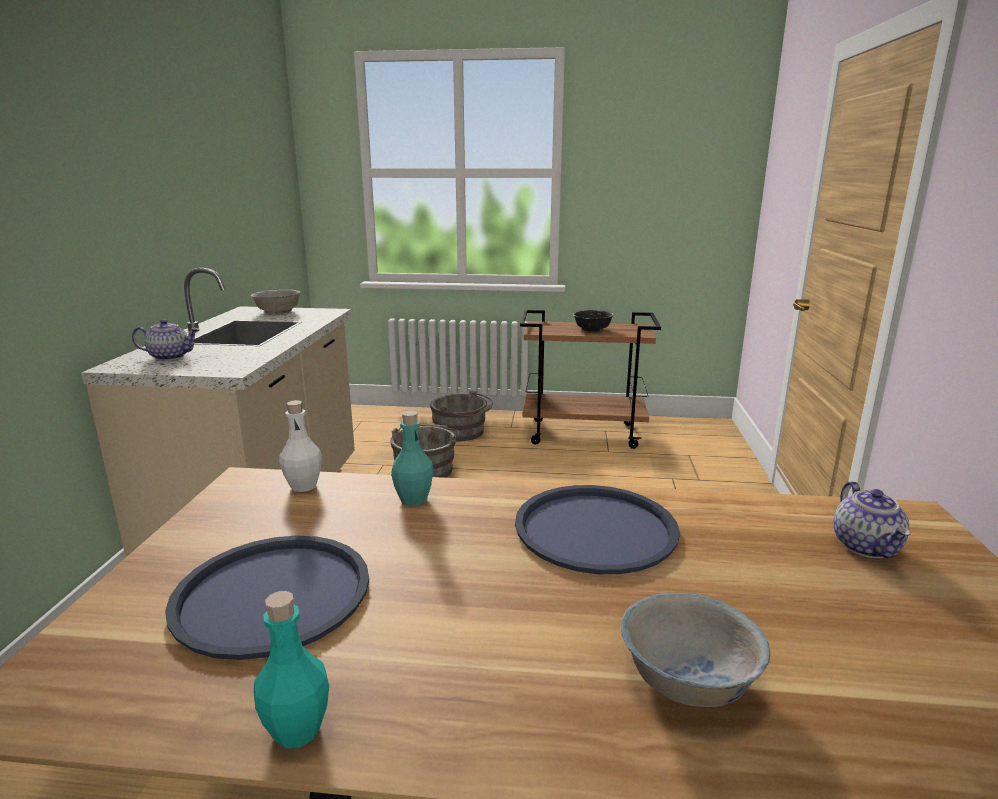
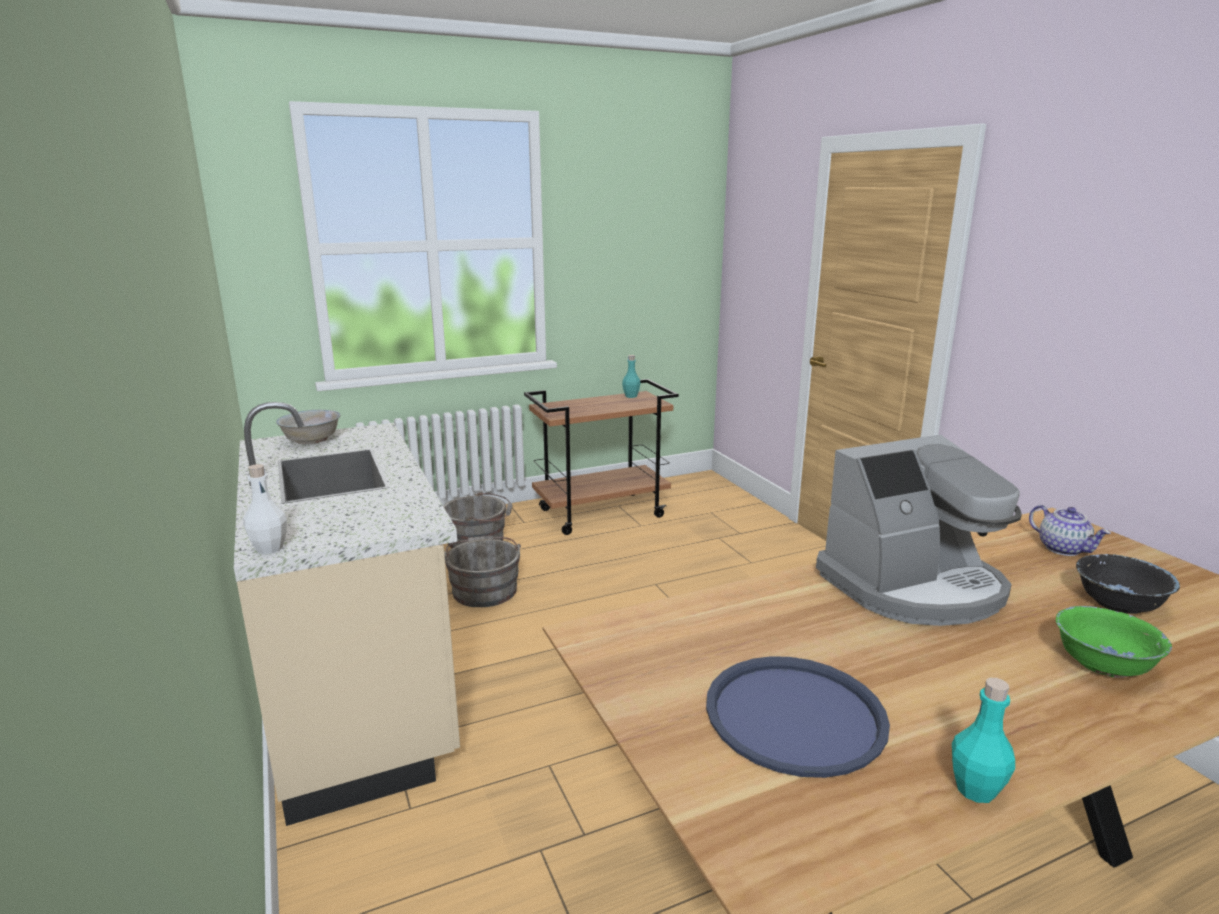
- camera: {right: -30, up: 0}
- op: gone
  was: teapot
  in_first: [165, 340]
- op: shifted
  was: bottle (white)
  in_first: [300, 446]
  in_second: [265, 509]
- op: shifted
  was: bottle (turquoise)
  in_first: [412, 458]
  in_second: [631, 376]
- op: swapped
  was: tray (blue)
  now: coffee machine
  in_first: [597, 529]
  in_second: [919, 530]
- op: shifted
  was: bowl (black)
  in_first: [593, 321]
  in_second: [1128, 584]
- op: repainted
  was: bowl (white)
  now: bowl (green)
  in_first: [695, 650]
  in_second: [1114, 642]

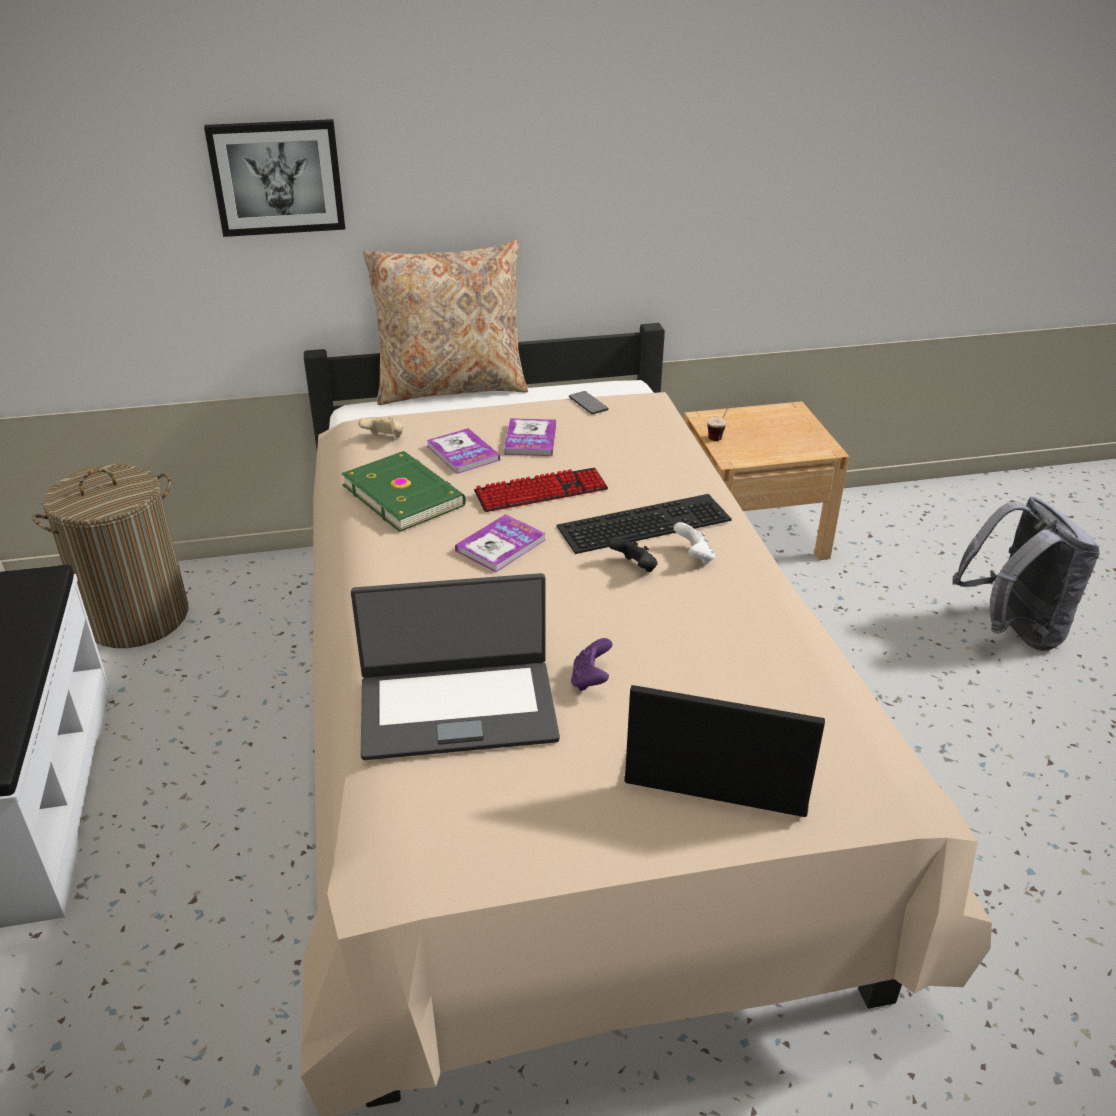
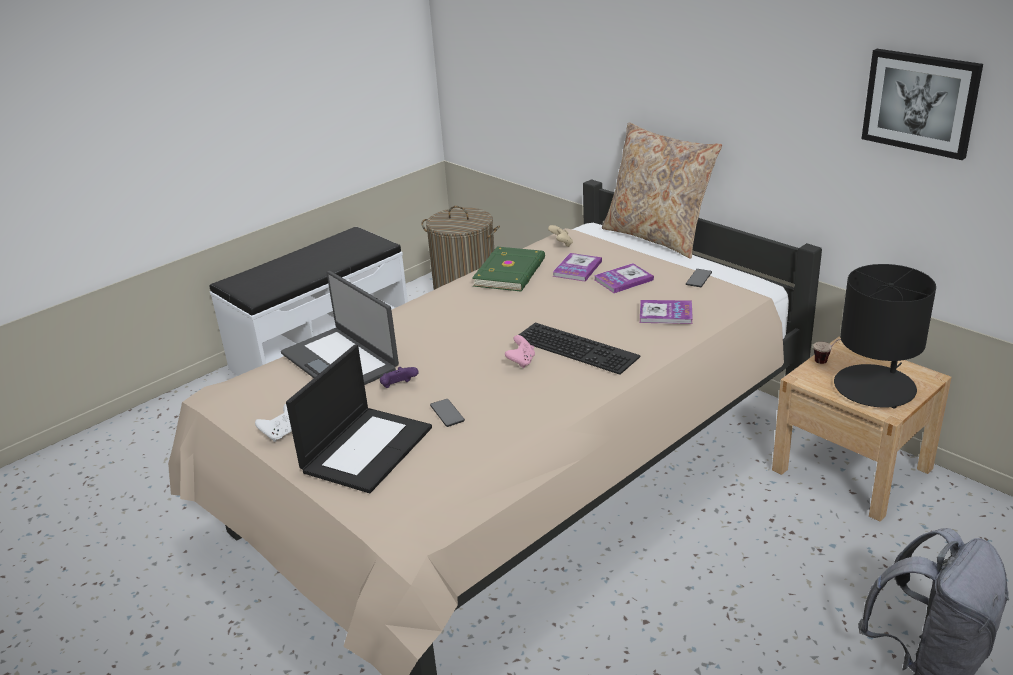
- camera: {right: 60, up: -5}
- op: shifted
  was: picture
  in_first: [274, 178]
  in_second: [922, 104]
- op: shifted
  was: book
  in_first: [500, 543]
  in_second: [666, 312]
- op: gone
  was: keyboard
  in_first: [541, 490]
- op: repainted
  was: game controller (black)
  now: game controller (pink)
  in_first: [632, 554]
  in_second: [520, 351]
- op: rotated
  was: laptop
  in_first: [724, 751]
  in_second: [359, 419]
  clockwise: 45
- op: shifted
  was: game controller (white)
  in_first: [694, 543]
  in_second: [273, 423]
- op: new
  now: phone
  in_second: [447, 413]
- op: new
  now: table lamp (black)
  in_second: [885, 336]

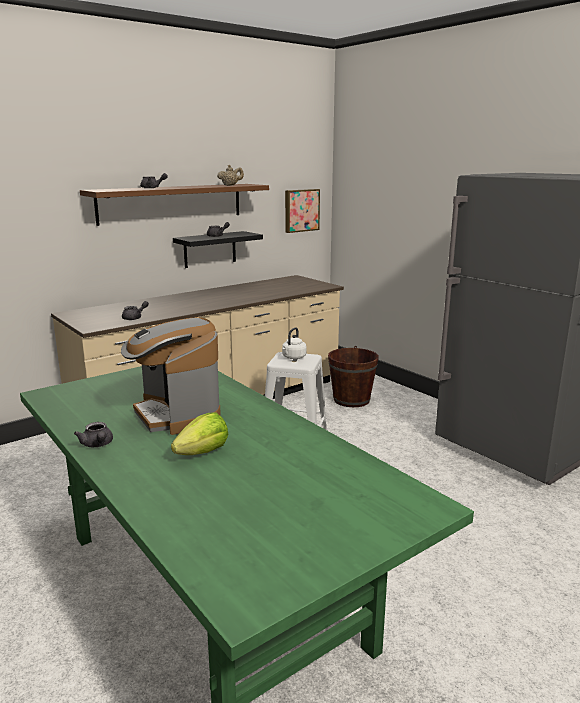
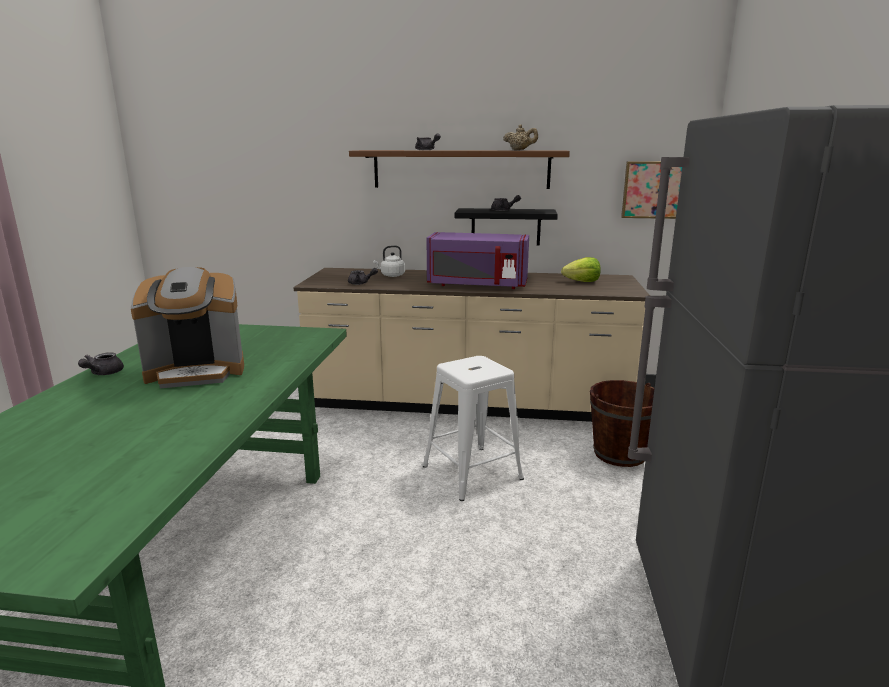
- camera: {right: 45, up: 0}
- op: rotated
  was: coffee machine
  in_first: [171, 376]
  in_second: [187, 327]
  clockwise: -120
- op: shifted
  was: lettuce
  in_first: [199, 433]
  in_second: [581, 269]
- op: shifted
  was: kettle (white)
  in_first: [294, 343]
  in_second: [389, 261]
- op: new
  now: microwave (purple)
  in_second: [478, 260]

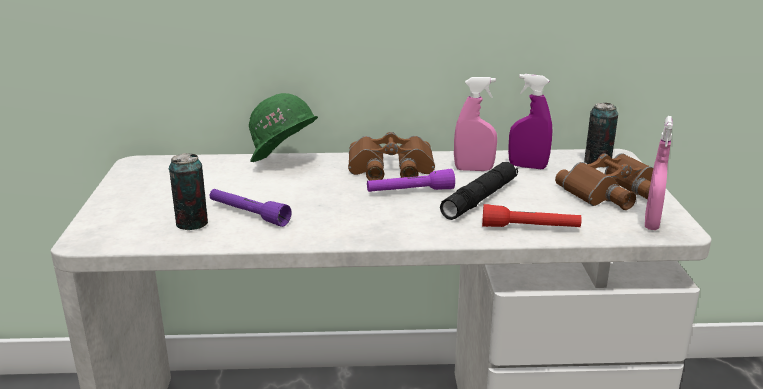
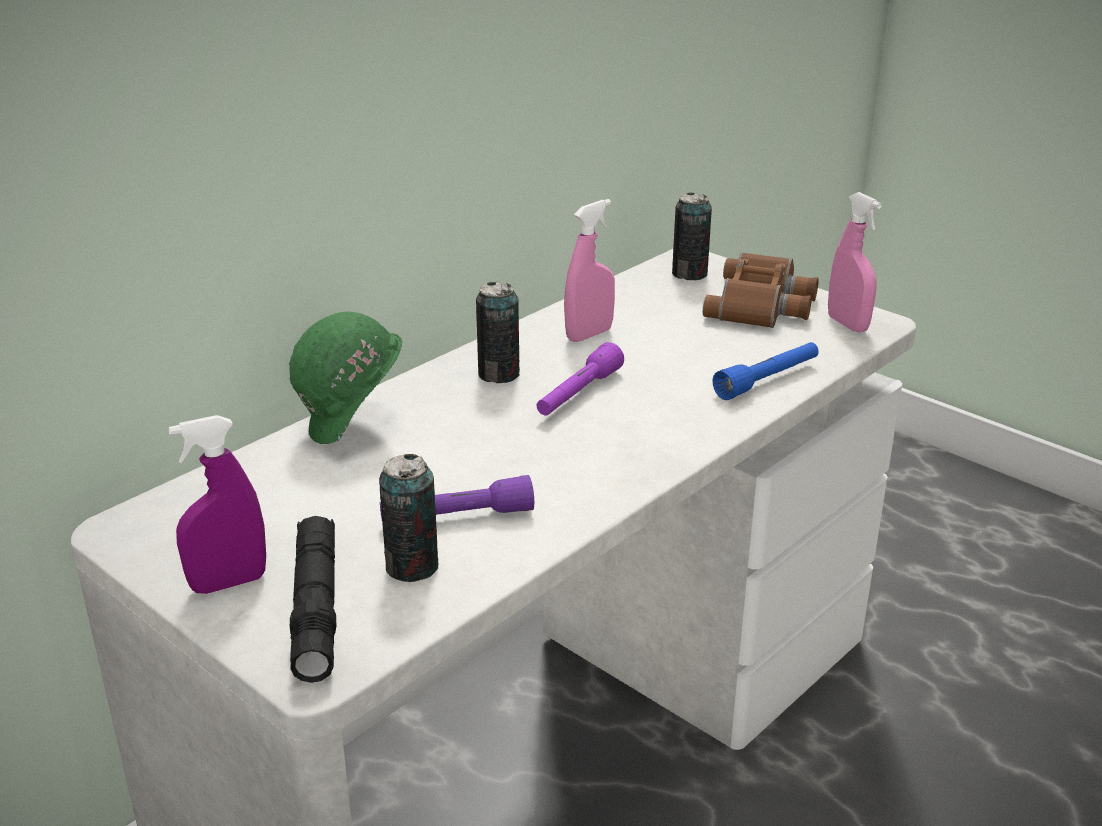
- camera: {right: -45, up: 5}
- op: swapped
  was: binoculars (brown)
  now: can
  in_first: [391, 156]
  in_second: [498, 332]
- op: shifted
  was: flashlight (black)
  in_first: [479, 191]
  in_second: [313, 599]
- op: repainted
  was: flashlight (red)
  now: flashlight (blue)
  in_first: [531, 215]
  in_second: [766, 371]
- op: shifted
  was: spray bottle (purple)
  in_first: [530, 121]
  in_second: [217, 504]

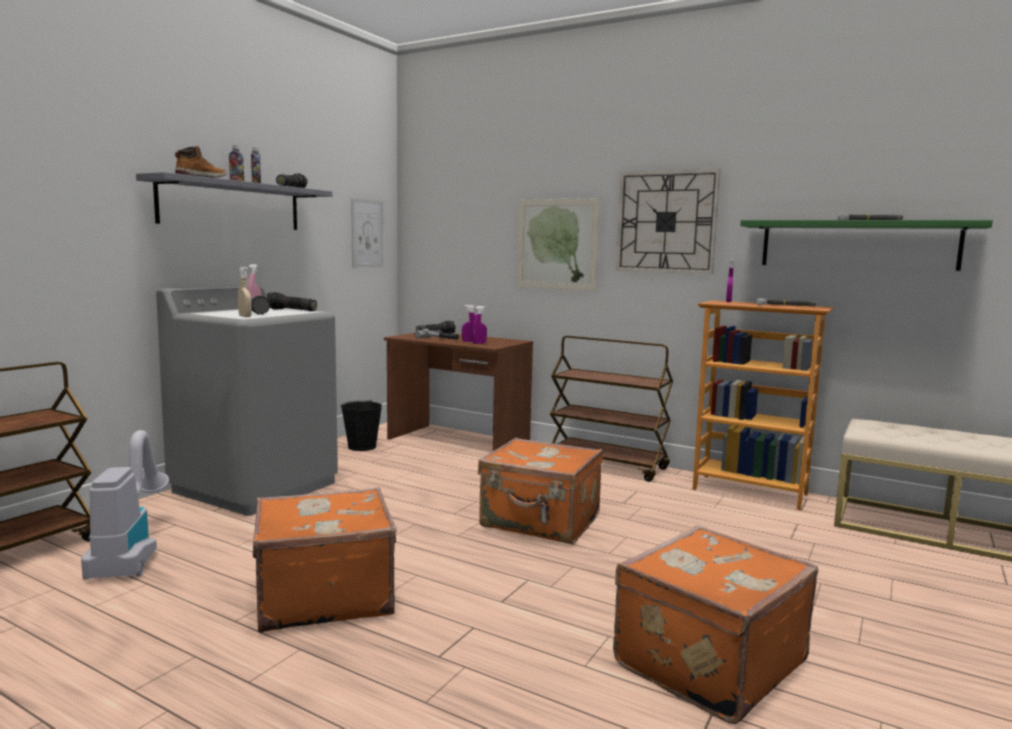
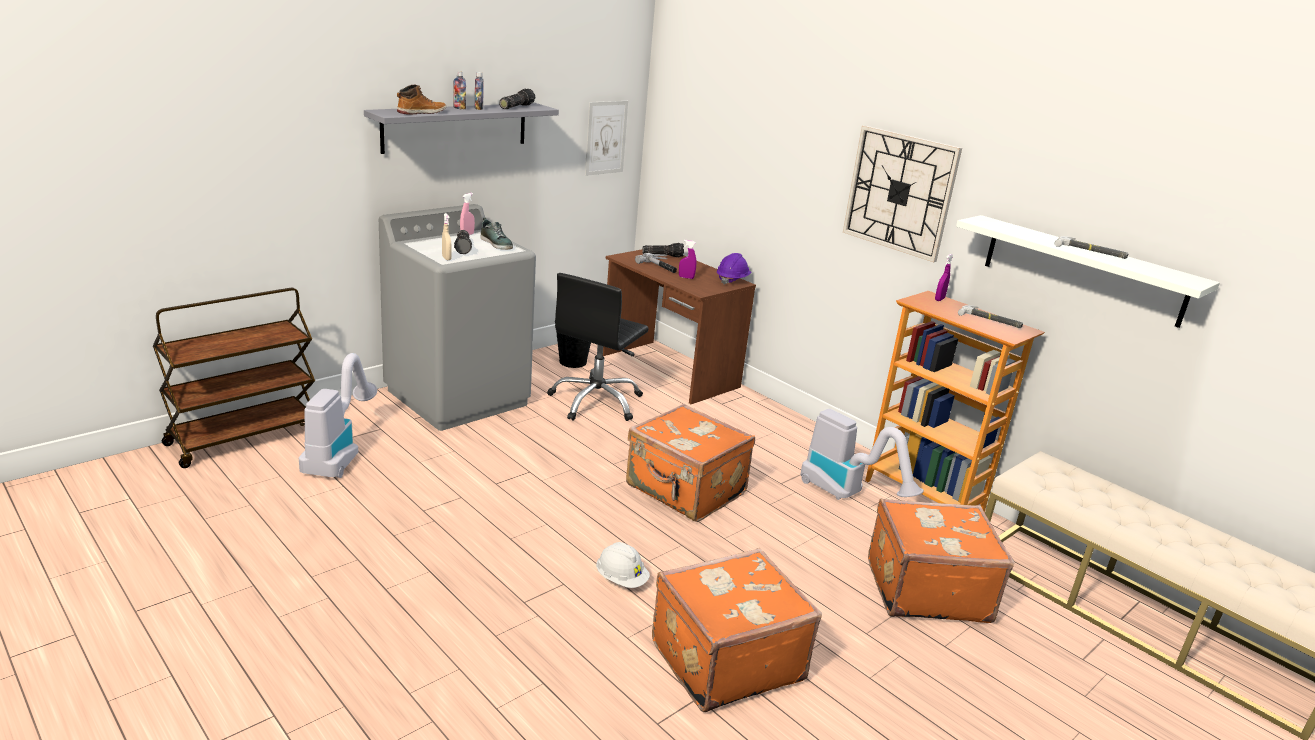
- camera: {right: 15, up: 15}
- op: shifted
  was: suitcase (orange)
  in_first: [325, 560]
  in_second: [941, 561]
- op: swapped
  was: flashlight
  now: shoe
  in_first: [292, 301]
  in_second: [497, 234]
- op: gone
  was: spray bottle (purple)
  in_first: [479, 325]
- op: gone
  was: picture
  in_first: [558, 244]
- op: gone
  was: cart (brown)
  in_first: [611, 409]
- op: repainted
  was: shelf (green)
  now: shelf (white)
  in_first: [866, 245]
  in_second: [1088, 271]
- op: new
  now: office chair (black)
  in_second: [598, 347]
- op: new
  now: hard hat (white)
  in_second: [623, 565]
- op: new
  now: hard hat (purple)
  in_second: [734, 269]
- op: new
  now: vacuum cleaner
  in_second: [862, 454]

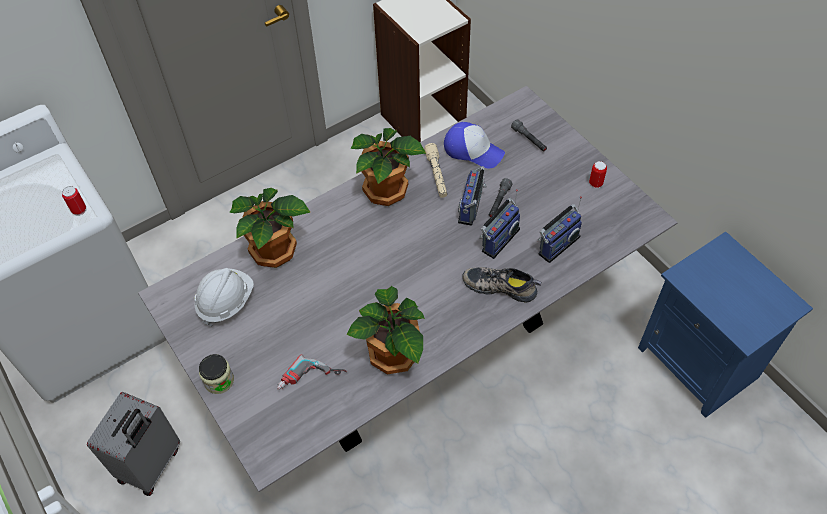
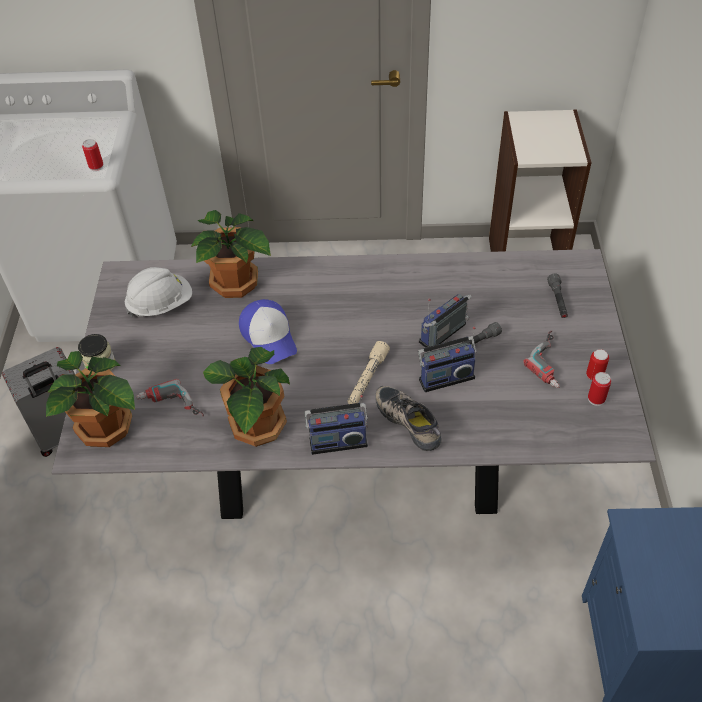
- camera: {right: 35, up: -5}
- op: shifted
  was: potted plant
  in_first: [388, 167]
  in_second: [90, 399]
- op: shifted
  was: flashlight (beige)
  in_first: [435, 170]
  in_second: [368, 372]
- op: shifted
  was: cap
  in_first: [474, 145]
  in_second: [268, 331]
- op: shifted
  was: radio
  in_first: [560, 229]
  in_second: [336, 425]
- op: new
  now: power drill
  in_second: [541, 359]
- op: new
  now: can
  in_second: [599, 389]

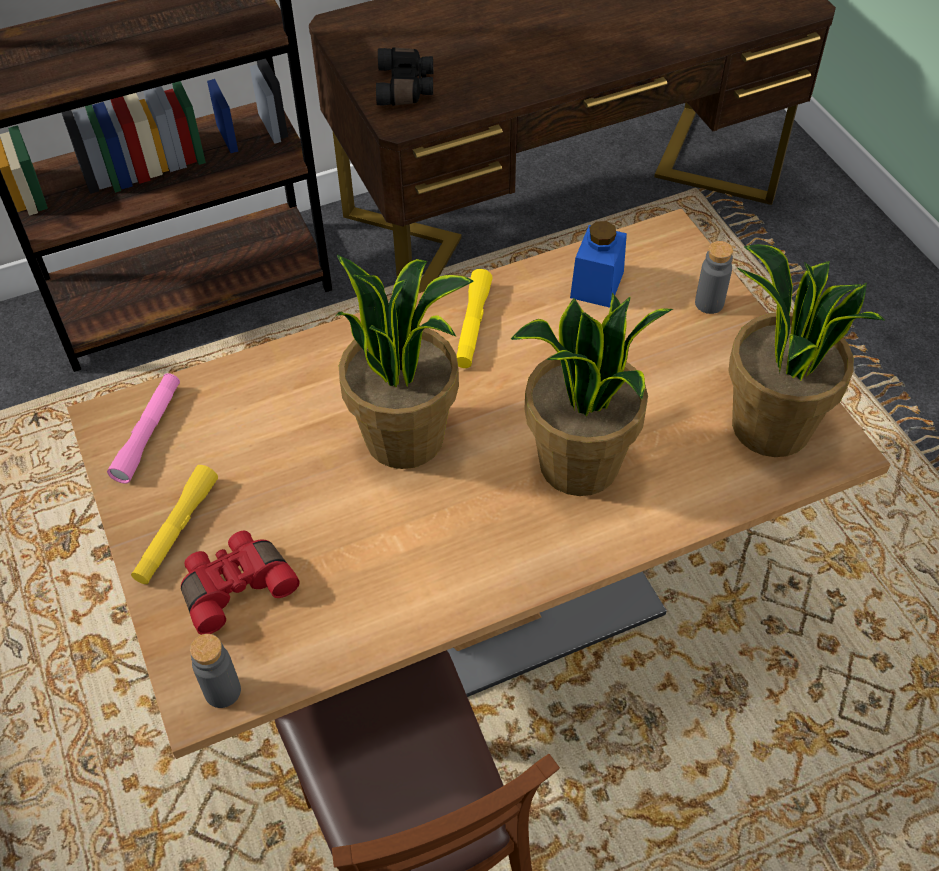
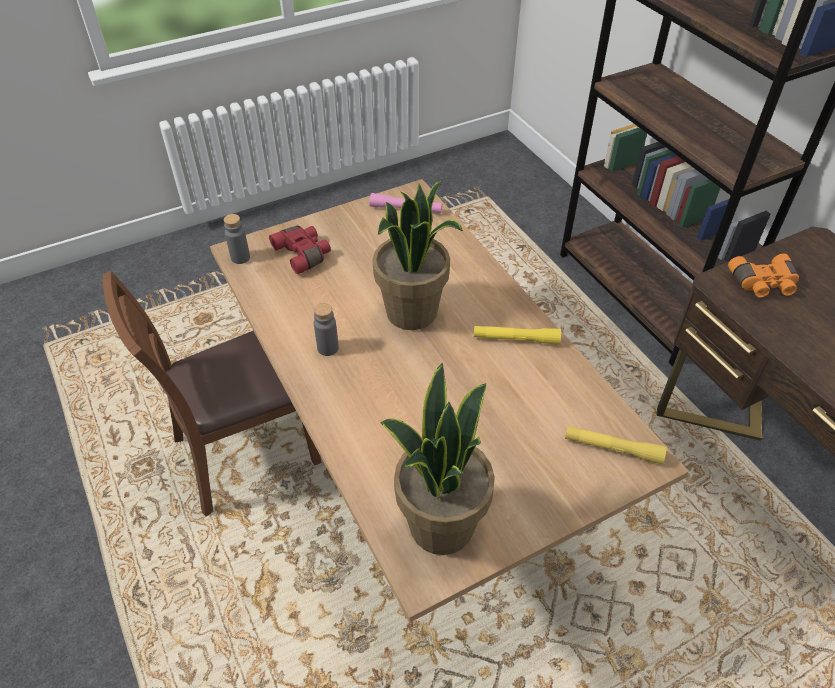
- camera: {right: 85, up: -5}
- op: shifted
  was: flashlight (yellow)
  in_first: [174, 524]
  in_second: [616, 445]
- op: repainted
  was: binoculars (black)
  now: binoculars (orange)
  in_first: [404, 76]
  in_second: [763, 275]
- op: gone
  was: potted plant
  in_first: [592, 394]
- op: gone
  was: jar (blue)
  in_first: [598, 264]
- op: shifted
  was: bottle (grey)
  in_first: [714, 277]
  in_second: [326, 329]

